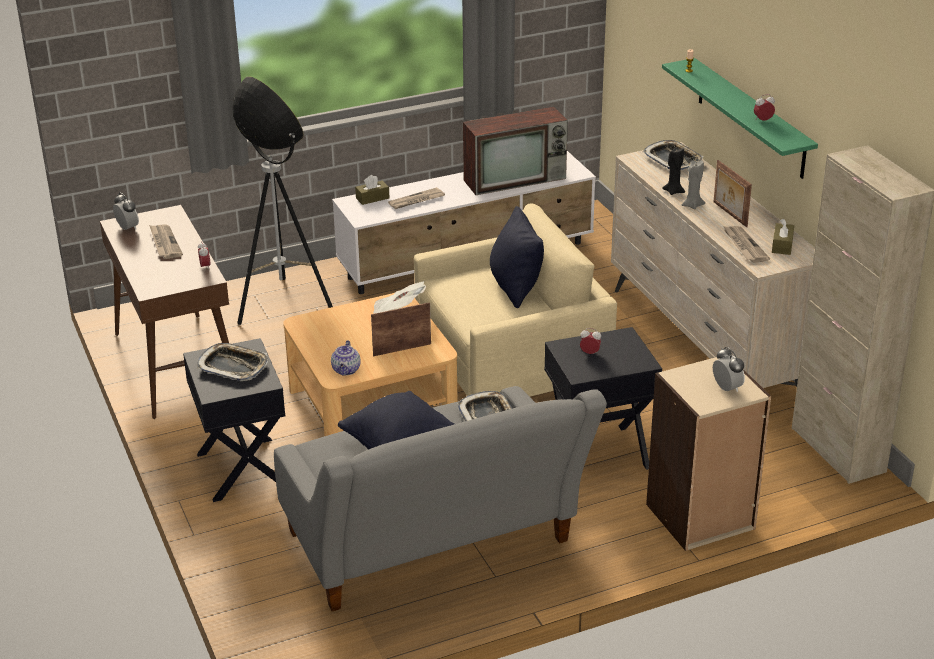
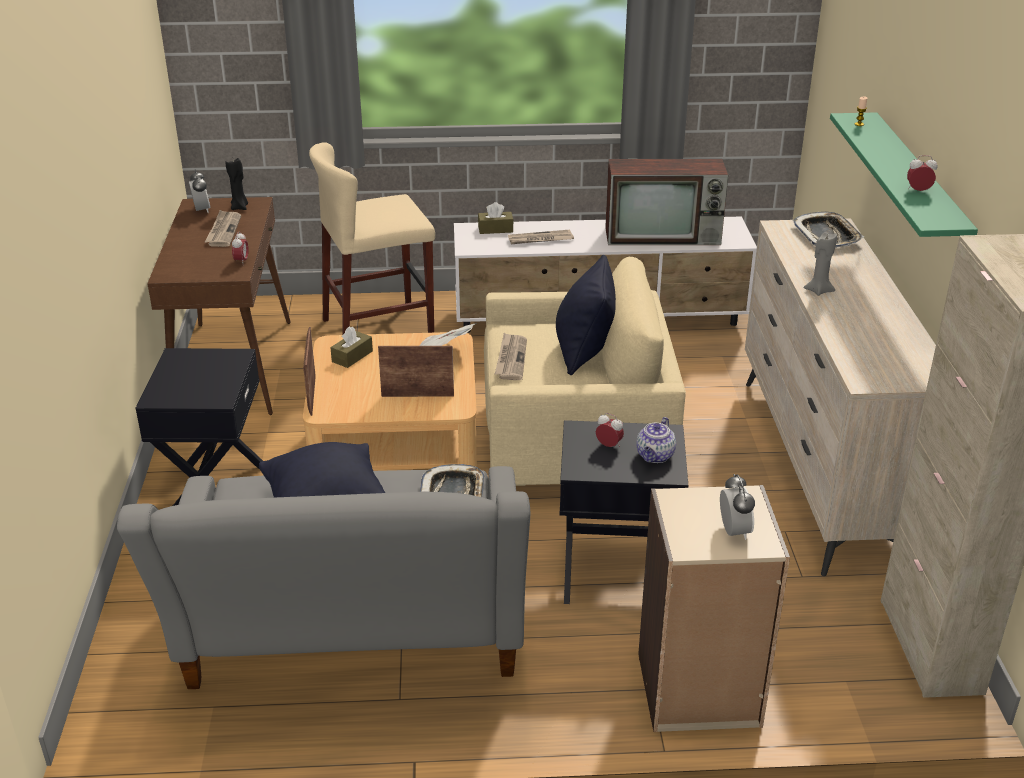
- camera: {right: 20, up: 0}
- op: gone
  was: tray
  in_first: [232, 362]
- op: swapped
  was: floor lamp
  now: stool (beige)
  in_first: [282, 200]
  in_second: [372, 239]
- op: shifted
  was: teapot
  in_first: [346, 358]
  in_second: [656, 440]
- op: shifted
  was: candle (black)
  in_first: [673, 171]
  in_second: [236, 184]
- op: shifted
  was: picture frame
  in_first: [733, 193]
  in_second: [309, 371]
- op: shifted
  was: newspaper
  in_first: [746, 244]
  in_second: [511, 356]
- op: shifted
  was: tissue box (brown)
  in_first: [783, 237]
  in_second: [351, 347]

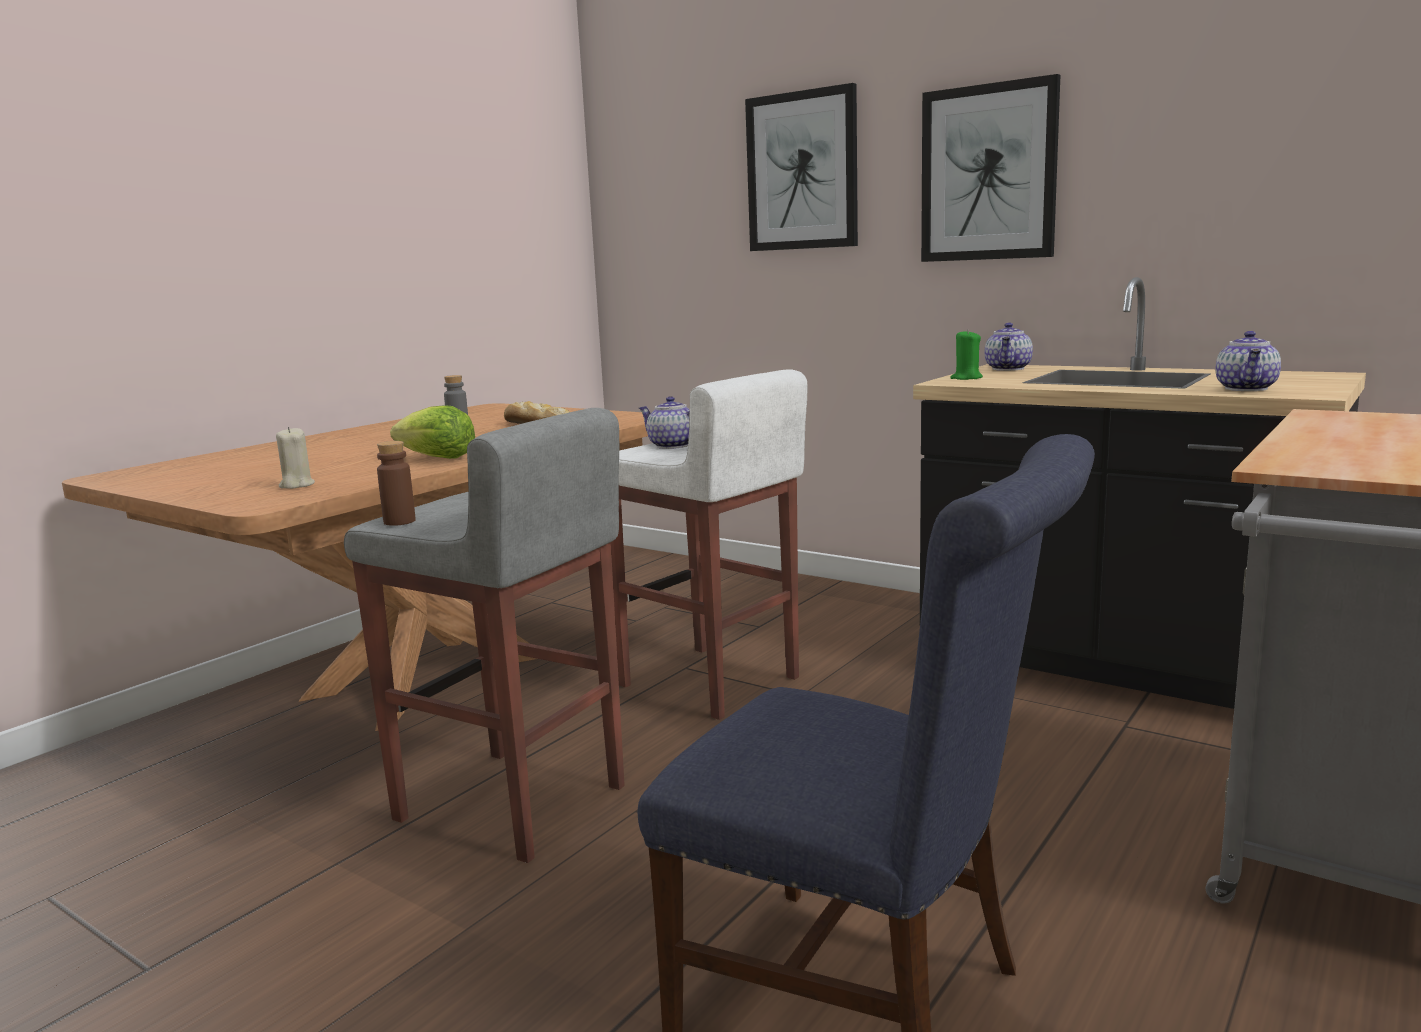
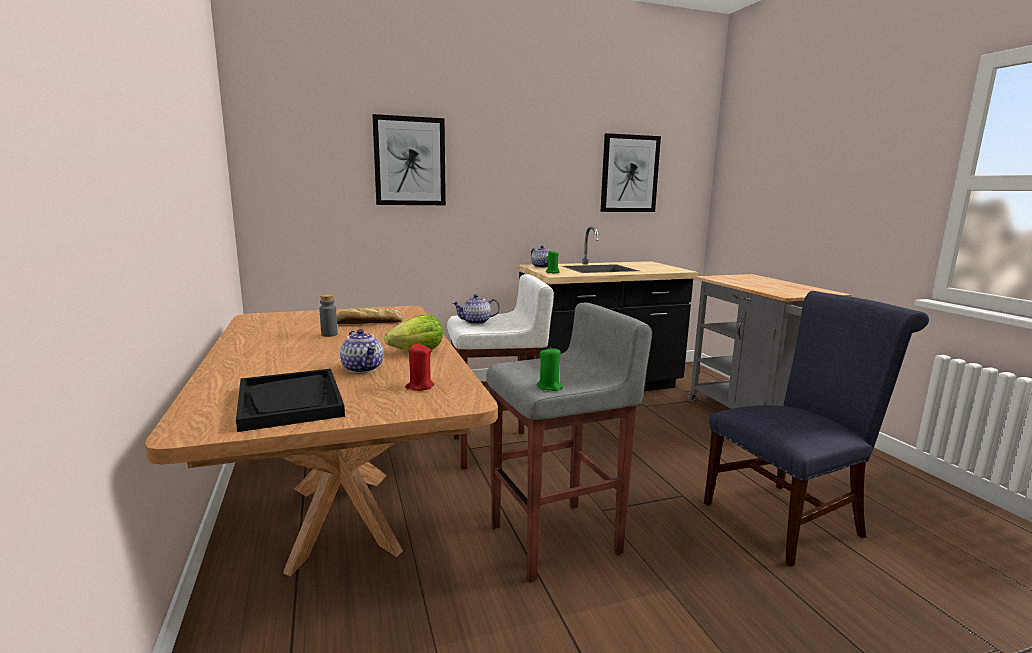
- camera: {right: -55, up: 0}
- op: repainted
  was: candle (beige)
  now: candle (red)
  in_first: [295, 458]
  in_second: [419, 367]
- op: swapped
  was: bottle (brown)
  now: candle (green)
  in_first: [396, 483]
  in_second: [550, 369]
- op: shifted
  was: picture
  in_first: [990, 168]
  in_second: [631, 172]
- op: shifted
  was: teapot
  in_first: [1248, 361]
  in_second: [361, 351]
- op: new
  now: tray (black)
  in_second: [290, 400]

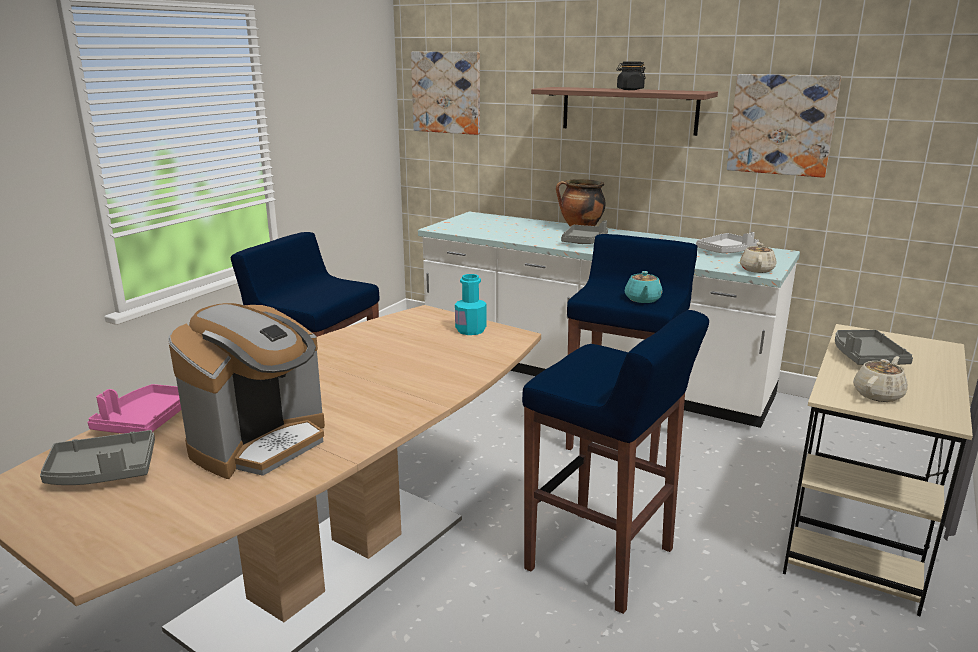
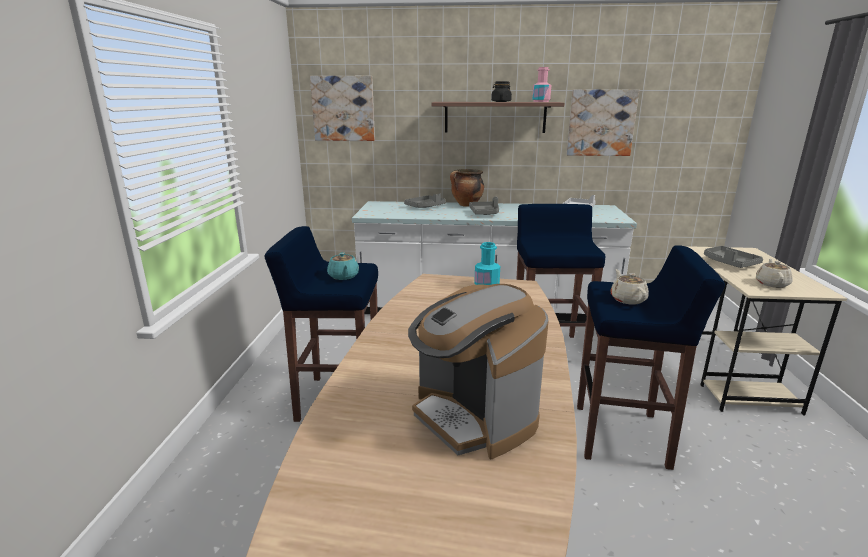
- camera: {right: -25, up: 0}
- op: shifted
  was: tray (grey)
  in_first: [97, 457]
  in_second: [425, 201]
- op: gone
  was: tray (pink)
  in_first: [134, 409]
- op: rotated
  was: coffee machine
  in_first: [246, 391]
  in_second: [478, 371]
  clockwise: 135
- op: shifted
  was: teapot (turquoise)
  in_first: [643, 287]
  in_second: [343, 266]
- op: shifted
  was: teapot (beige)
  in_first: [758, 257]
  in_second: [629, 287]
- op: new
  now: bottle (pink)
  in_second: [541, 84]

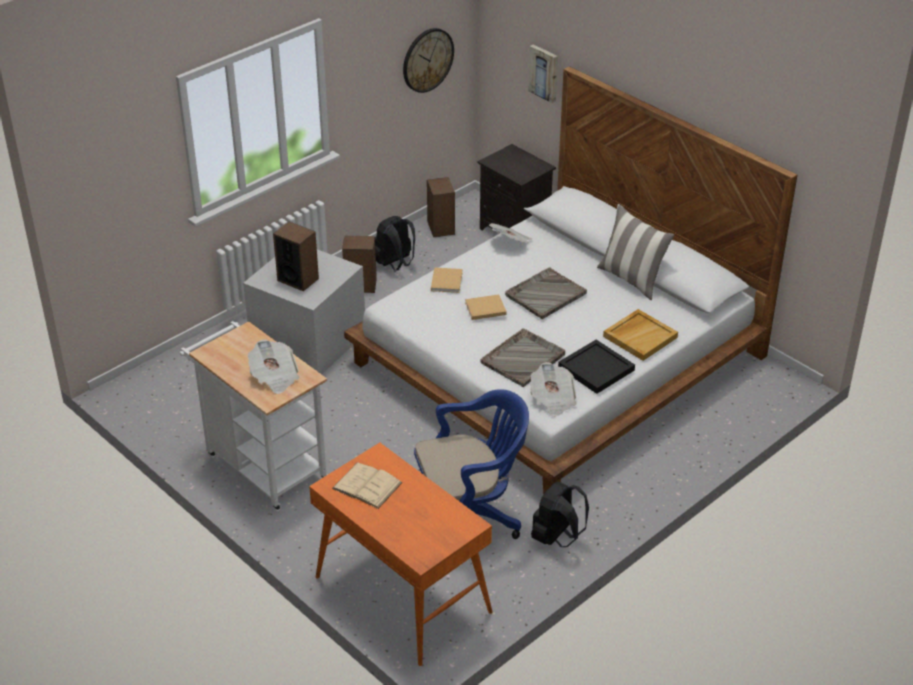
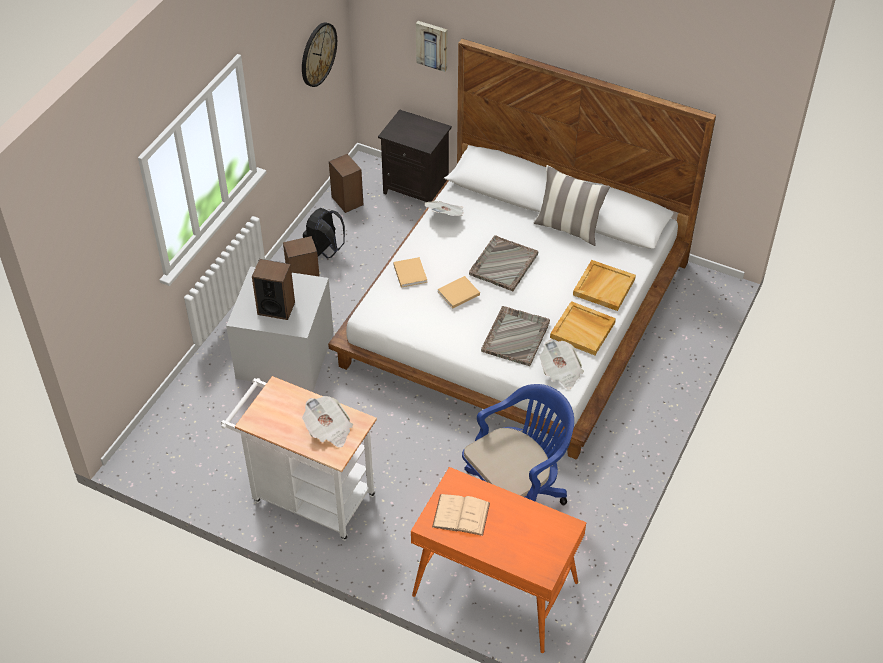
- camera: {right: -20, up: 10}
- op: gone
  was: backpack (black)
  in_first: [560, 514]
- op: repainted
  was: tray (black)
  now: tray (beige)
  in_first: [596, 367]
  in_second: [583, 328]

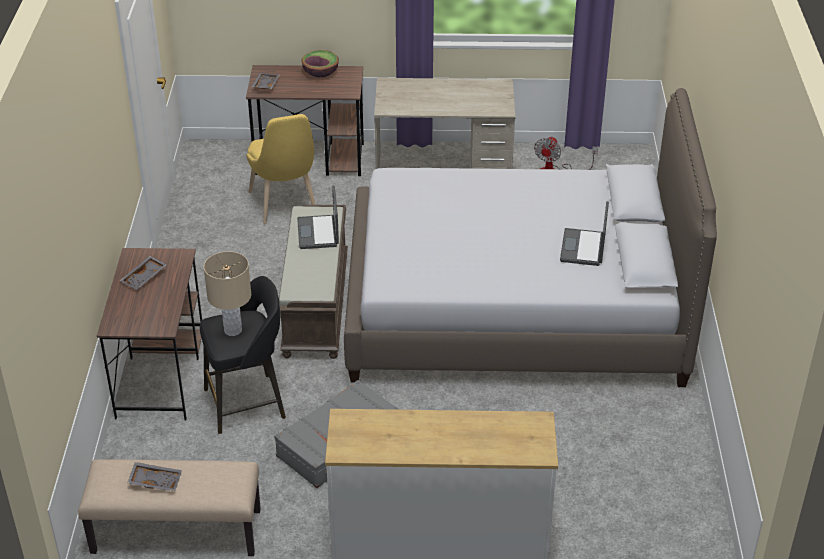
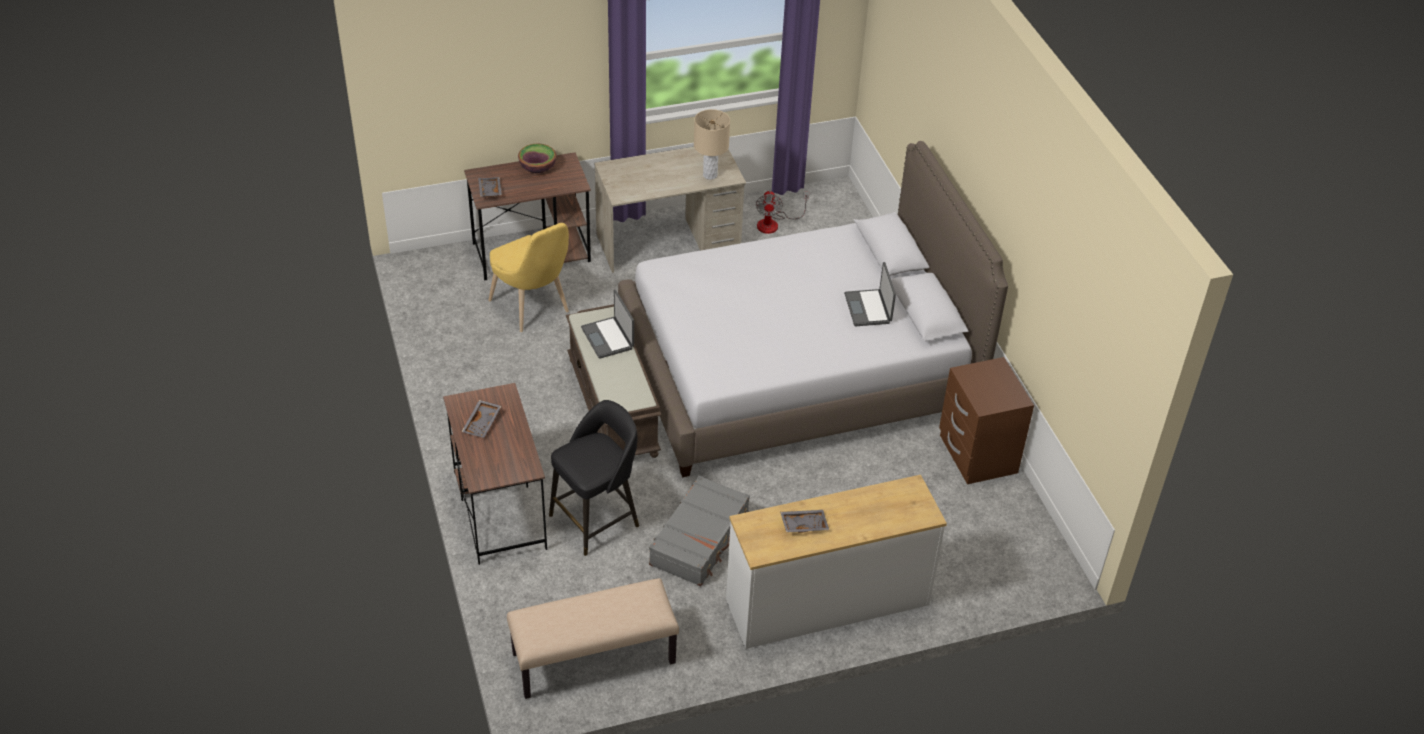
- camera: {right: -20, up: 5}
- op: shifted
  was: tray (grey)
  in_first: [154, 477]
  in_second: [804, 521]
- op: shifted
  was: table lamp (beige)
  in_first: [227, 293]
  in_second: [712, 144]
- op: new
  now: nightstand (brown)
  in_second: [986, 420]

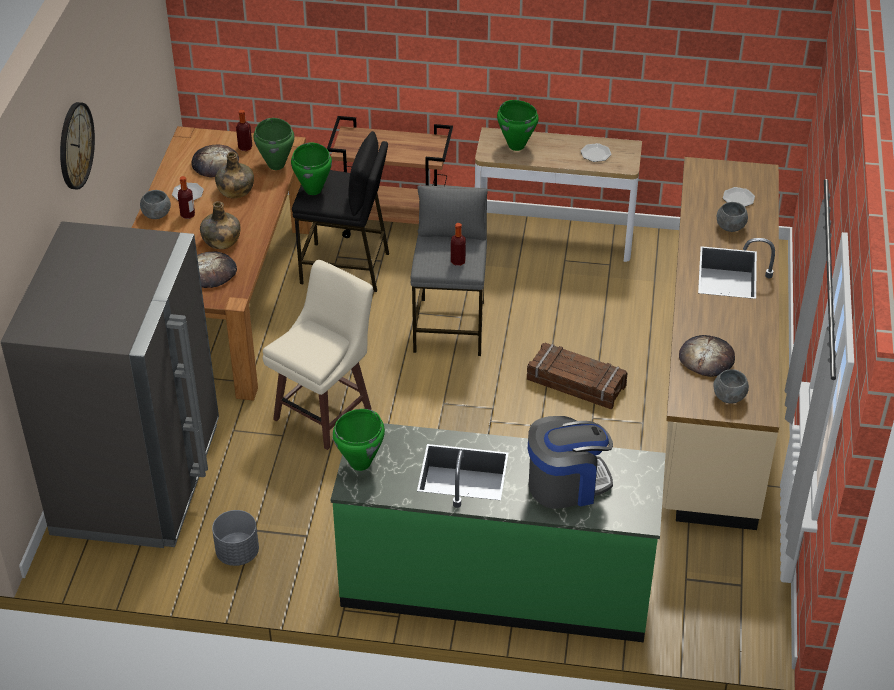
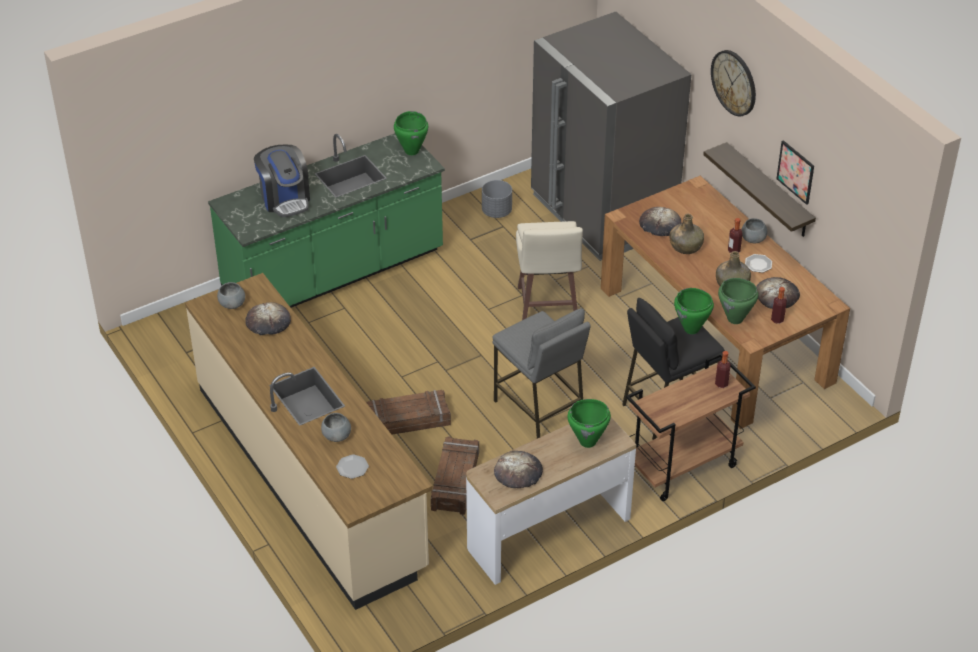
- camera: {right: 140, up: 0}
- op: shifted
  was: bottle
  in_first: [458, 244]
  in_second: [723, 369]
- op: rotated
  was: coffee machine
  in_first: [570, 462]
  in_second: [282, 180]
  clockwise: -60
- op: swapped
  was: plate
  now: bread
  in_first: [596, 152]
  in_second: [518, 469]
- op: new
  now: crate
  in_second: [455, 475]
- op: new
  now: shelf
  in_second: [759, 189]
- op: new
  now: picture
  in_second: [795, 172]

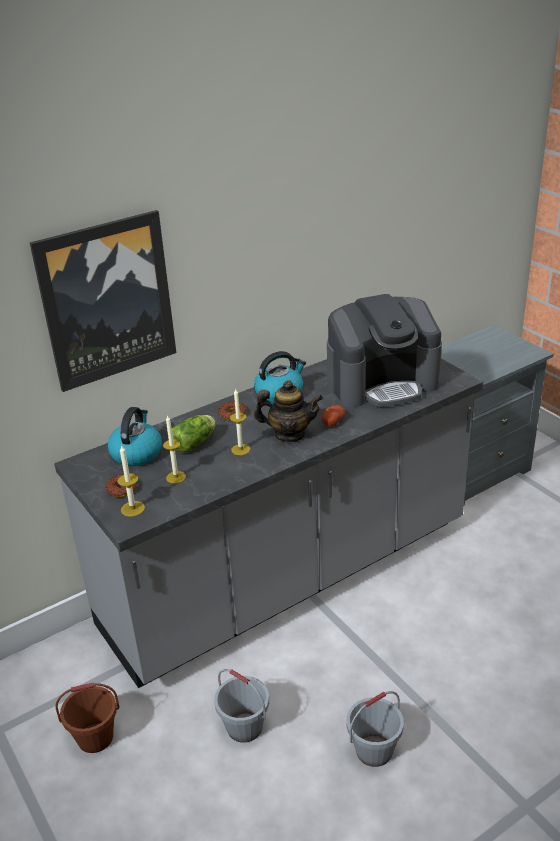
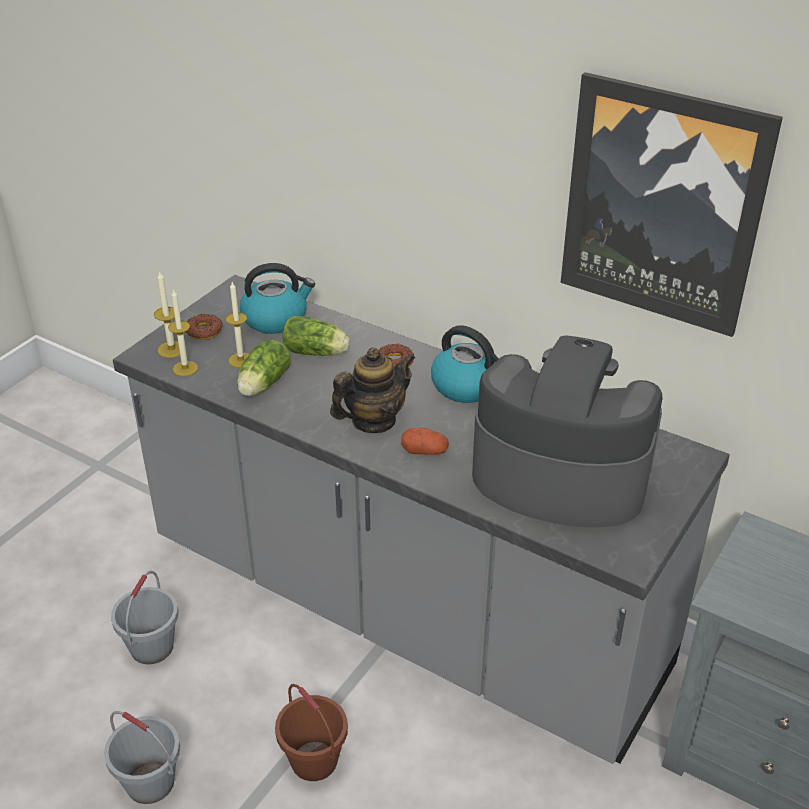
- camera: {right: 65, up: 5}
- op: shifted
  was: picture
  in_first: [103, 301]
  in_second: [672, 204]
- op: shifted
  was: bucket (brown)
  in_first: [87, 718]
  in_second: [311, 732]
- op: shifted
  was: candle
  in_first: [240, 422]
  in_second: [183, 332]
- op: rotated
  was: teapot
  in_first: [288, 411]
  in_second: [372, 390]
  clockwise: -105
- op: rotated
  was: coffee machine
  in_first: [384, 351]
  in_second: [567, 431]
  clockwise: 150
- op: new
  now: lettuce
  in_second: [264, 368]

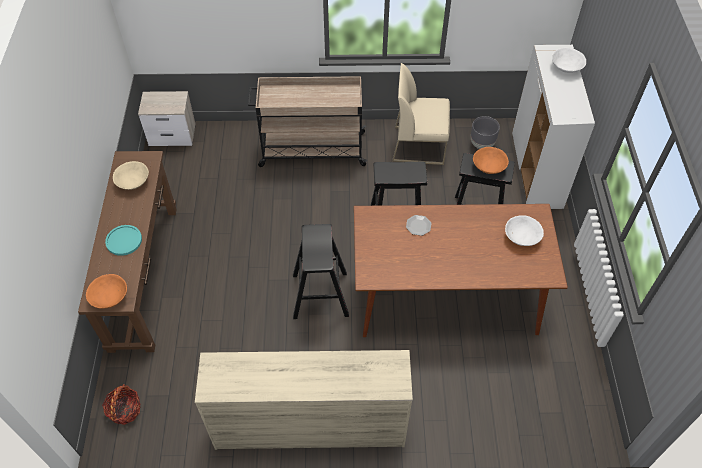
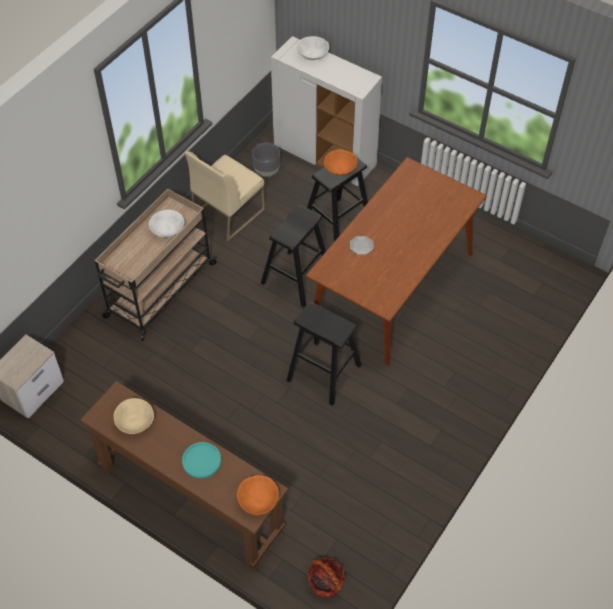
- camera: {right: -55, up: 0}
- op: gone
  was: dresser (beige)
  in_first: [304, 400]
- op: shifted
  was: bowl (white)
  in_first: [524, 230]
  in_second: [166, 223]

